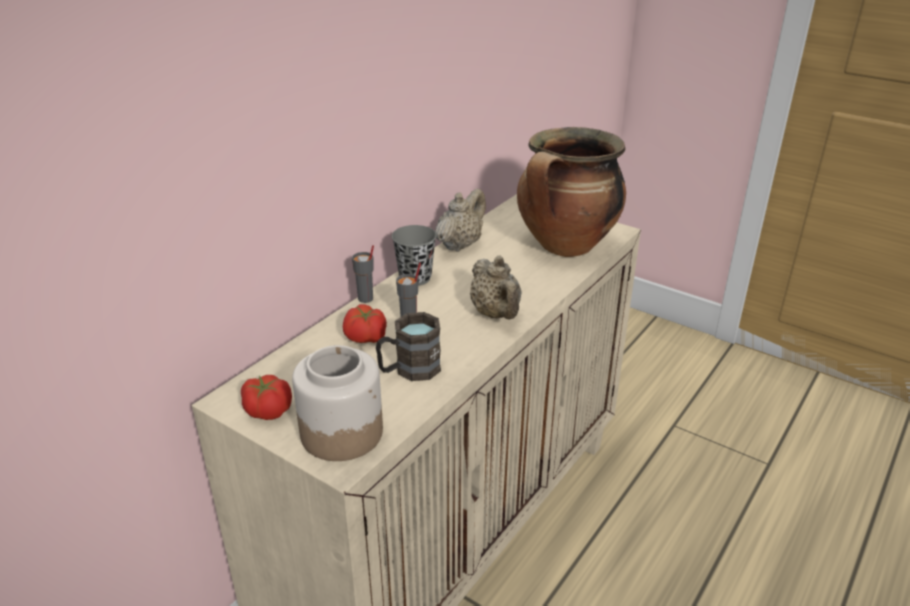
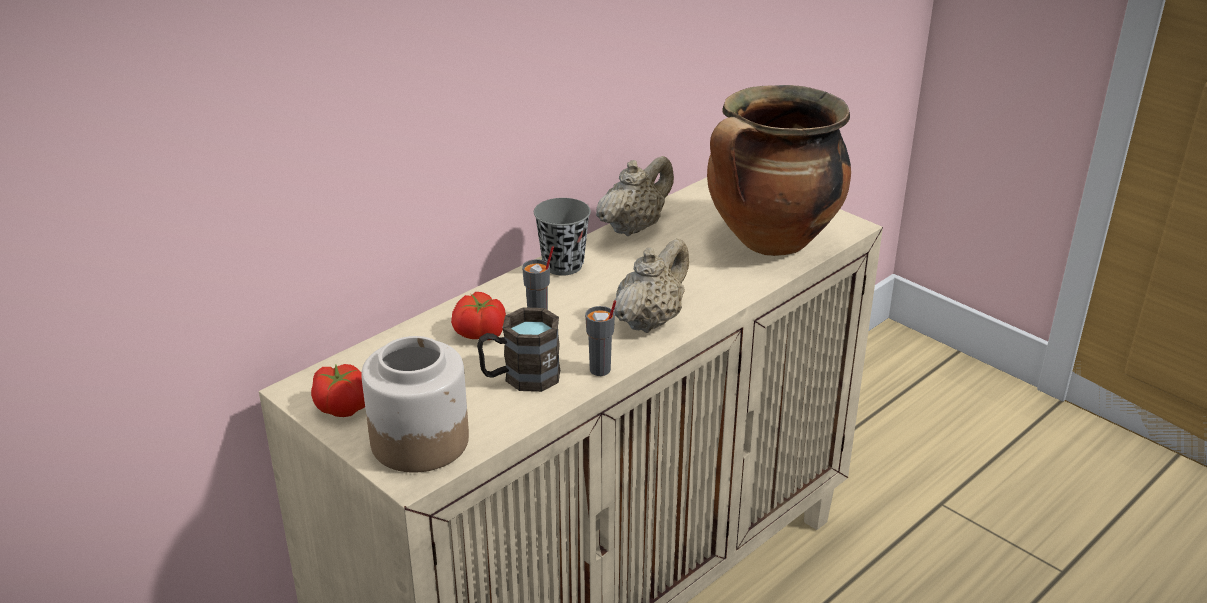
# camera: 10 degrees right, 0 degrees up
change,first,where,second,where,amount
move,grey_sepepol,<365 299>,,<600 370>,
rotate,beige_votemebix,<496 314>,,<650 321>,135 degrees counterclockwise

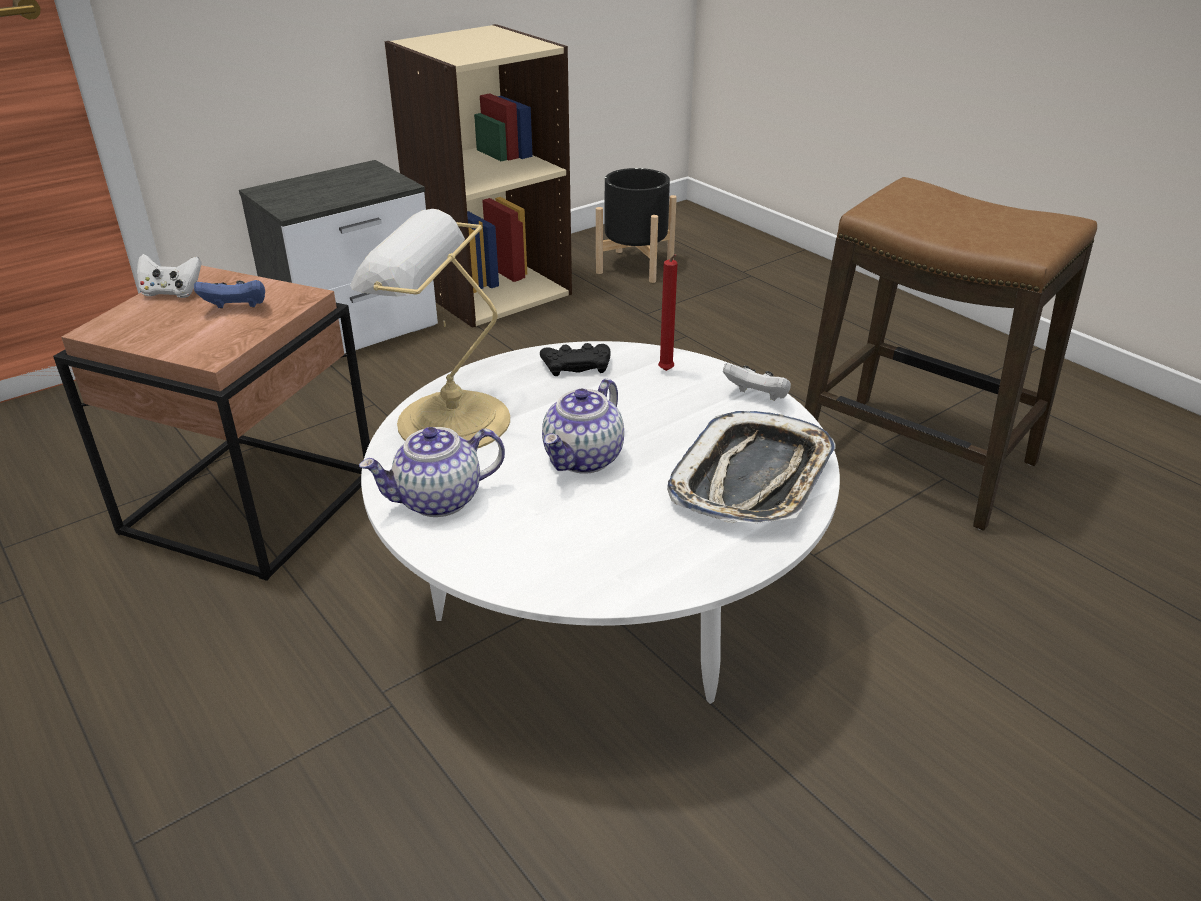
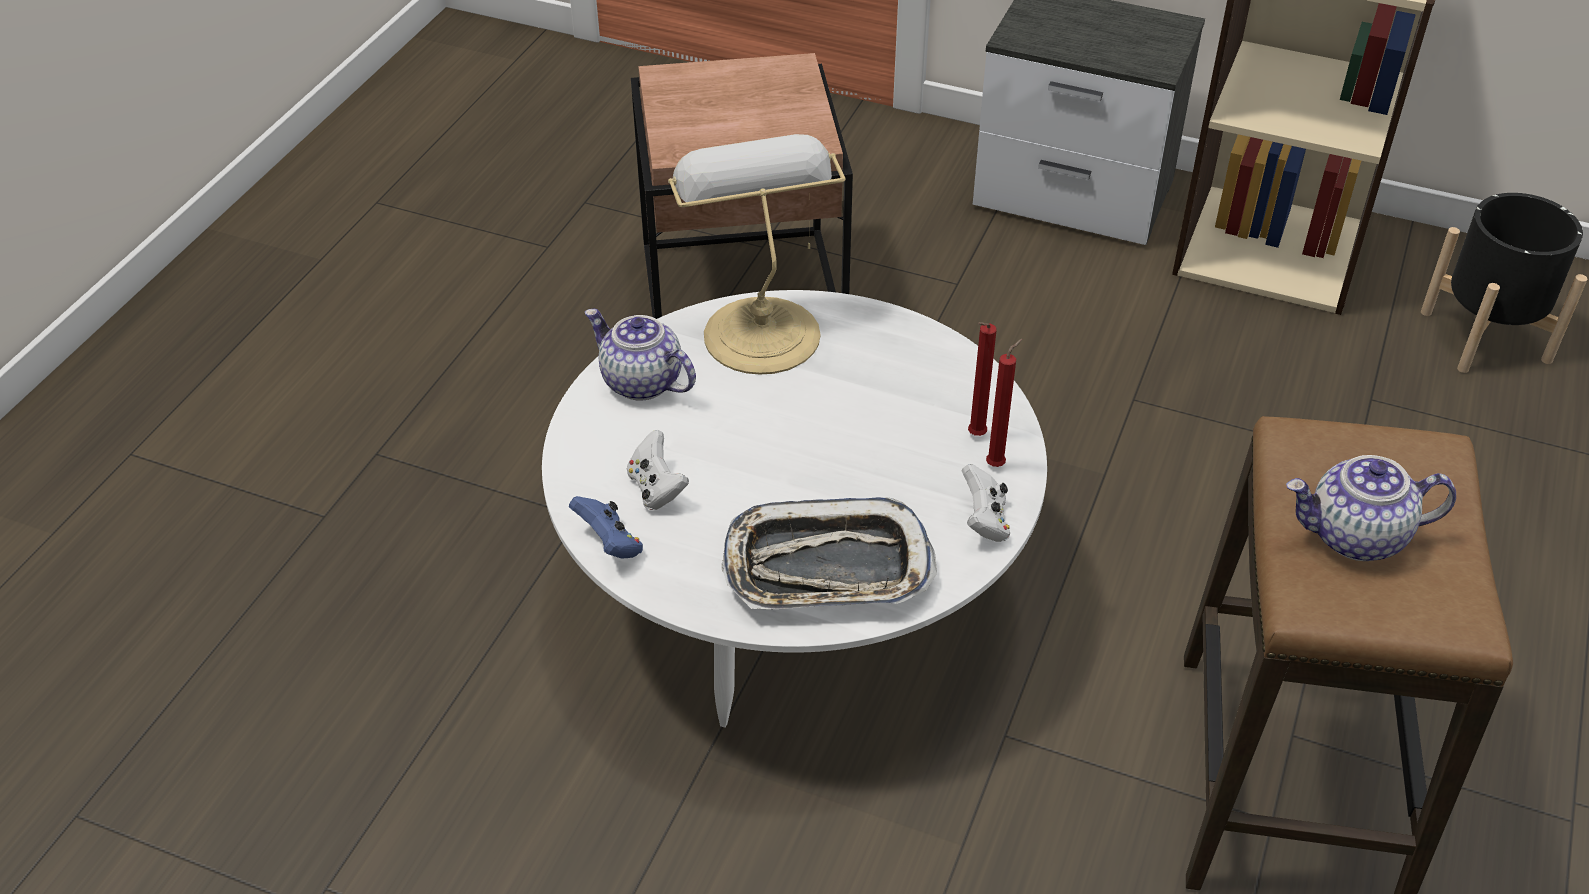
# camera: 60 degrees right, 10 degrees up
change,first,where,second,where,amount
move,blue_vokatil,<237 308>,,<610 544>,
move,white_vokatil,<172 293>,,<656 489>,
insert,,,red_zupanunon,<997 464>,
move,votemebix,<584 459>,,<1355 537>,
delete,black_vokatil,<576 364>,,,

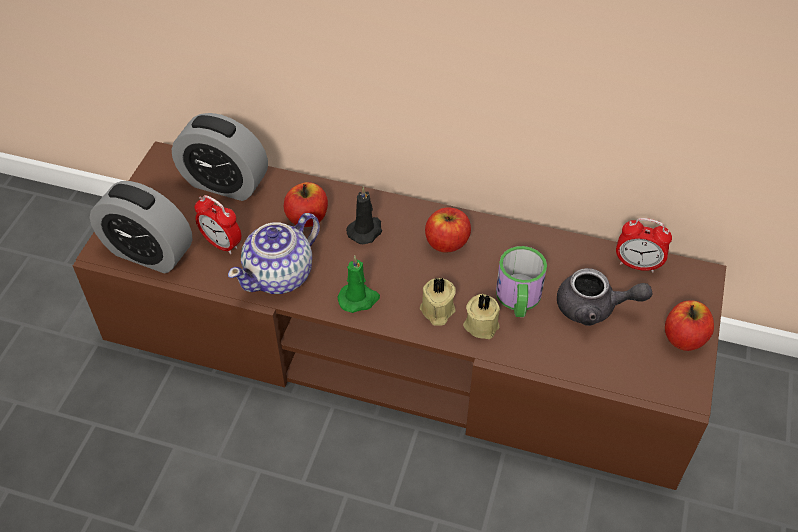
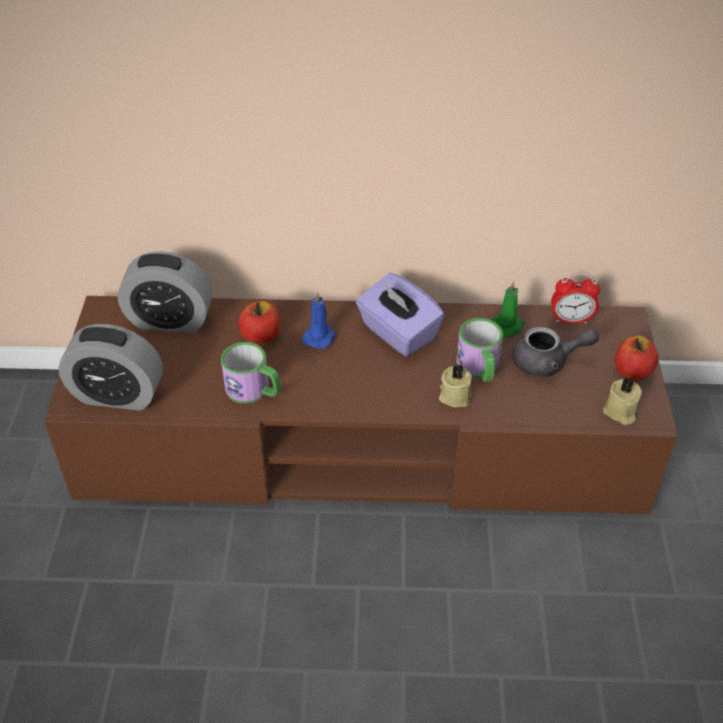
# camera: 15 degrees left, 5 degrees down
change,first,where,second,where,amount
replace,votemebix,<280 275>,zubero,<254 390>,
recolor,black_zupanunon,<366 230>,blue_zupanunon,<320 337>,
replace,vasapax,<446 242>,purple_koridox,<398 333>,
move,green_zupanunon,<359 299>,,<508 327>,
move,beige_zupanunon,<437 311>,,<620 412>,
delete,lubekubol,<222 244>,,,

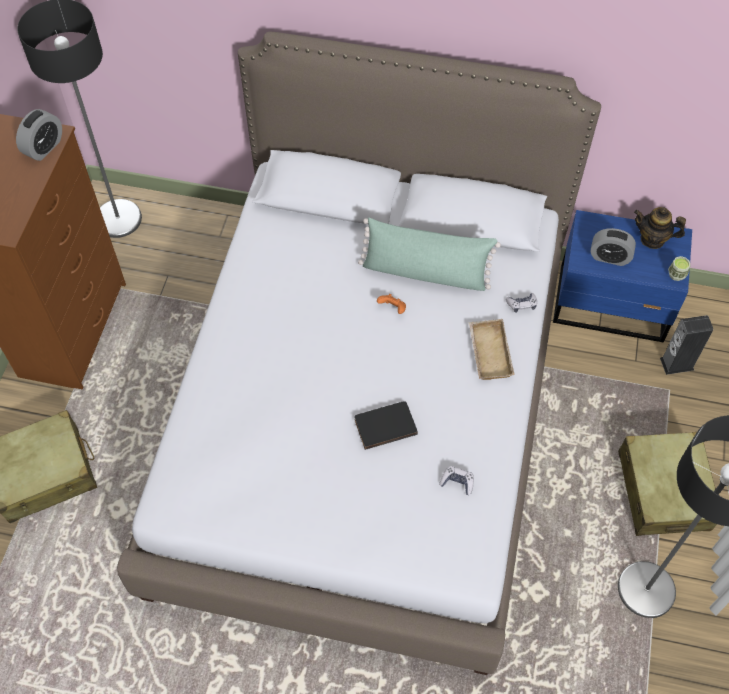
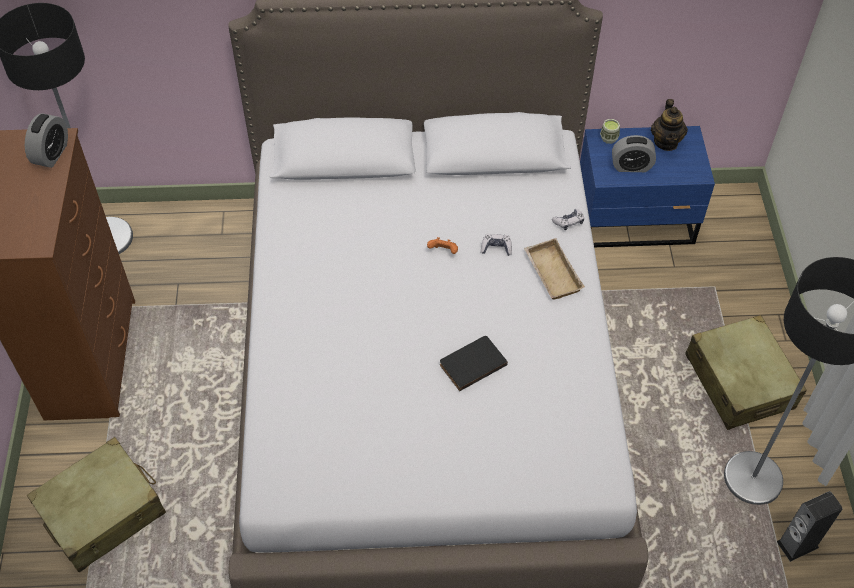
# camera: 15 degrees left, 5 degrees down
change,first,where,second,where,amount
move,vokatil,<457 482>,,<496 248>,
move,sepepol,<676 274>,,<608 138>,
rotate,votemebix,<652 239>,,<666 142>,90 degrees counterclockwise
move,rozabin,<677 364>,,<797 544>,
delete,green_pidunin,<425 272>,,,

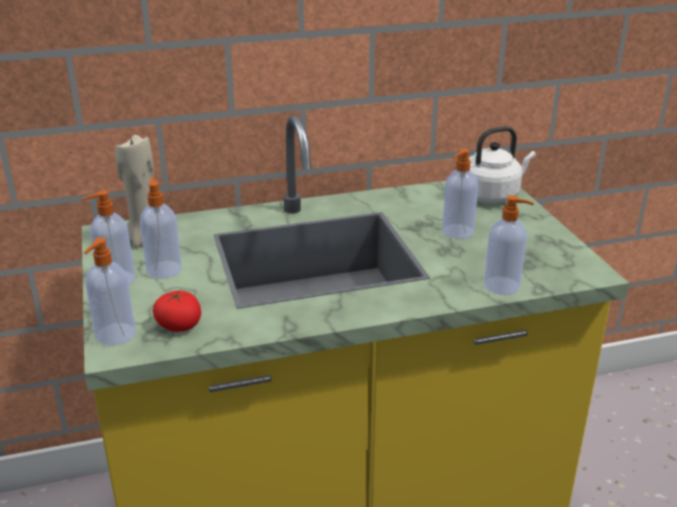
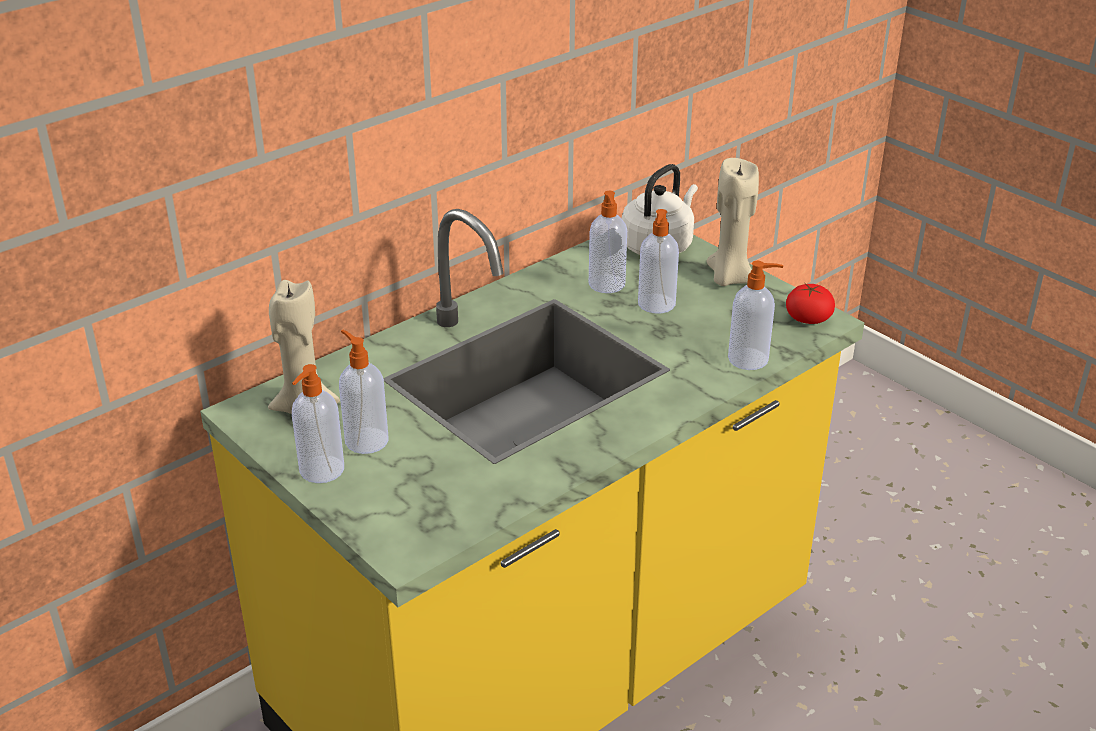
# camera: 25 degrees left, 5 degrees up
change,first,where,second,where,amount
move,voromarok,<114 335>,,<607 285>,
insert,,,beige_zupanunon,<729 278>,
move,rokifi,<179 325>,,<808 318>,

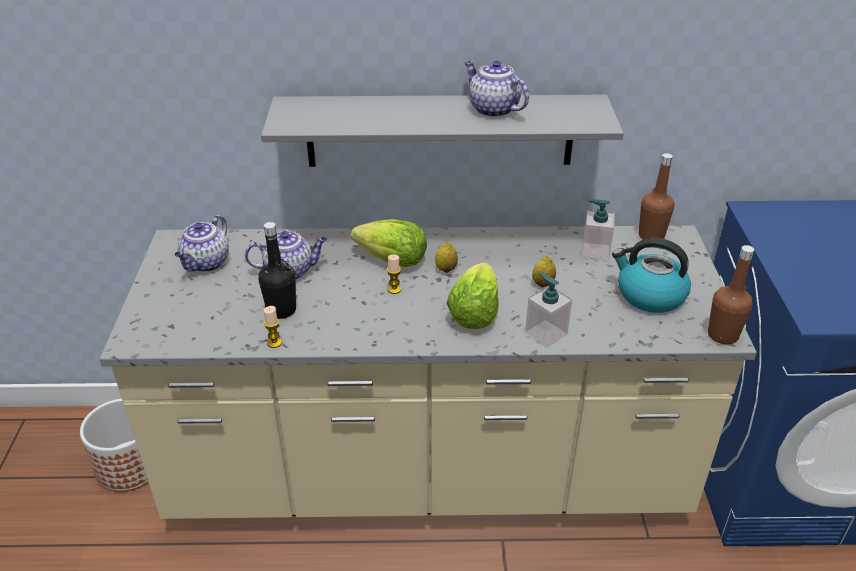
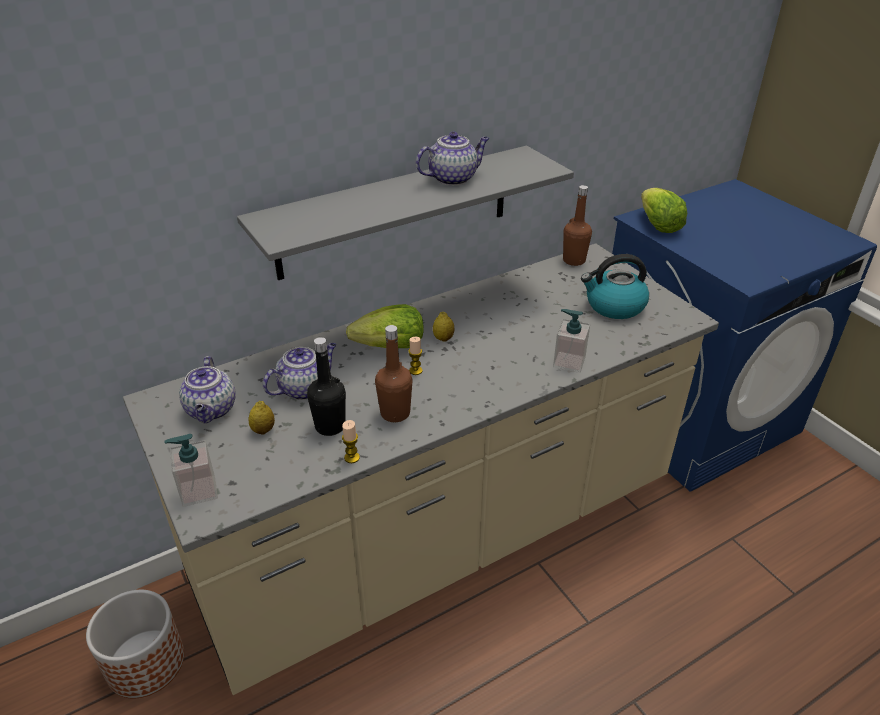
# camera: 30 degrees left, 0 degrees up
change,first,where,second,where,amount
move,voromarok,<595 251>,,<198 491>,
move,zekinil,<543 284>,,<263 430>,
move,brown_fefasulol,<722 335>,,<395 413>,
rotate,votemebix,<492 109>,,<453 178>,135 degrees clockwise
move,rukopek,<474 314>,,<658 226>,

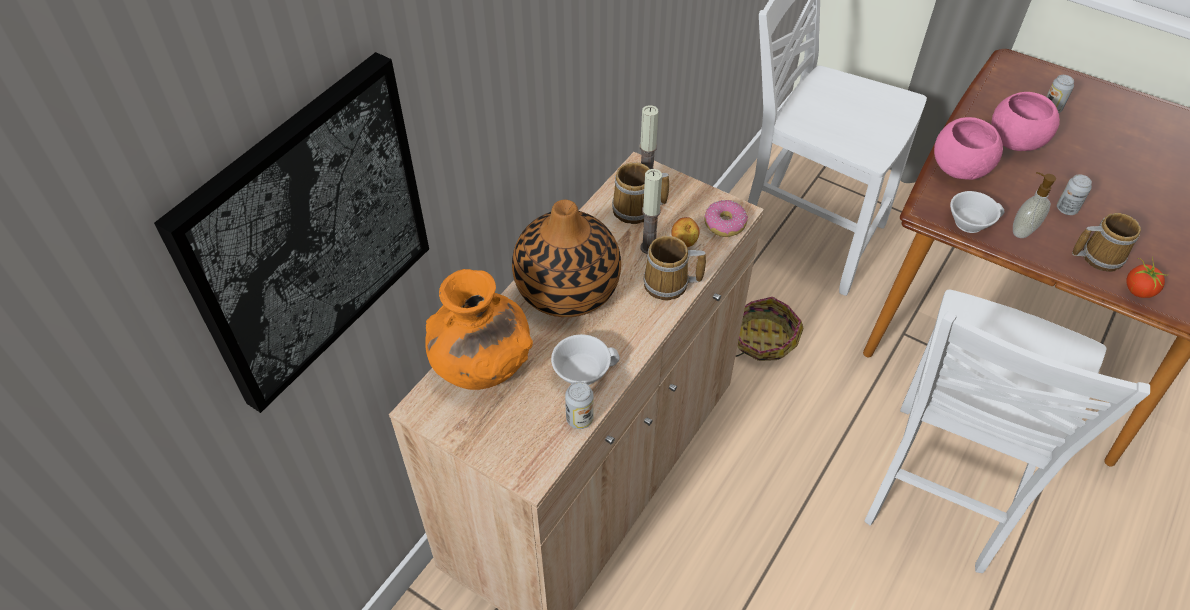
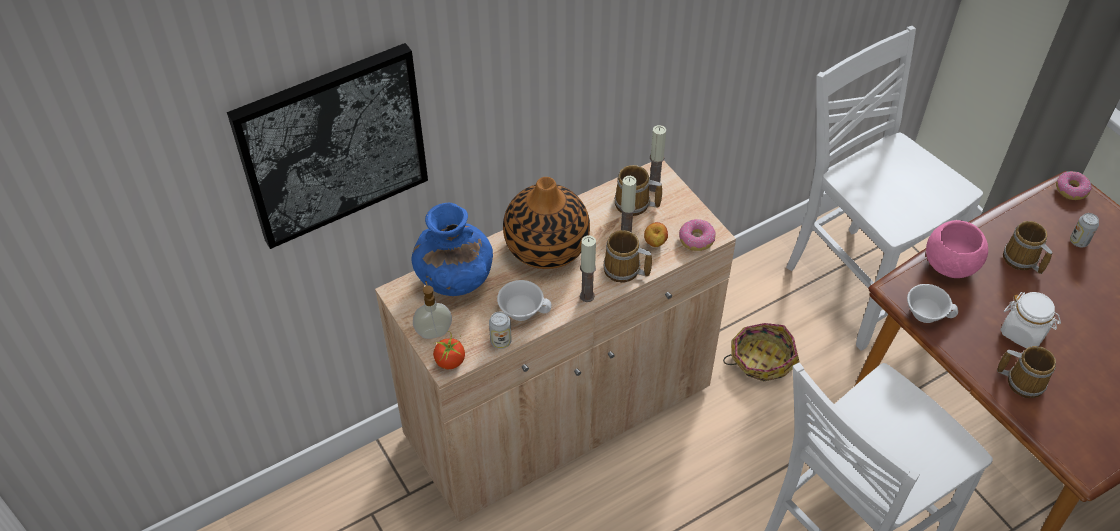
# camera: 25 degrees right, 0 degrees up
change,first,where,second,where,amount
recolor,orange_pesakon,<481 366>,blue_pesakon,<454 279>,
move,voromarok,<1022 230>,,<433 332>,
move,rokifi,<1138 290>,,<450 361>,
insert,,,zupanunon,<587 296>,
replace,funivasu,<1066 209>,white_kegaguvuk,<1024 332>,
replace,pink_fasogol,<1016 142>,zubero,<1021 260>,
insert,,,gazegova,<1071 190>,

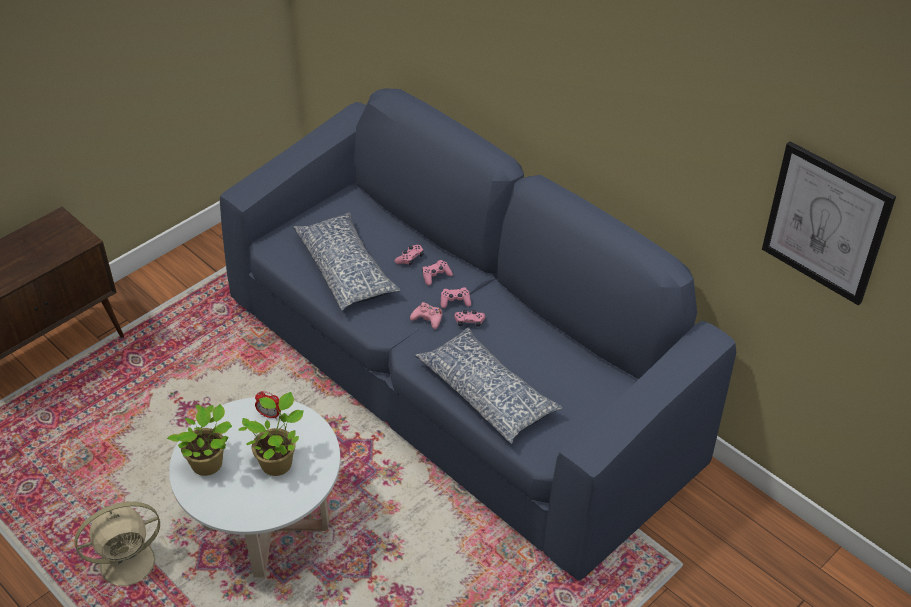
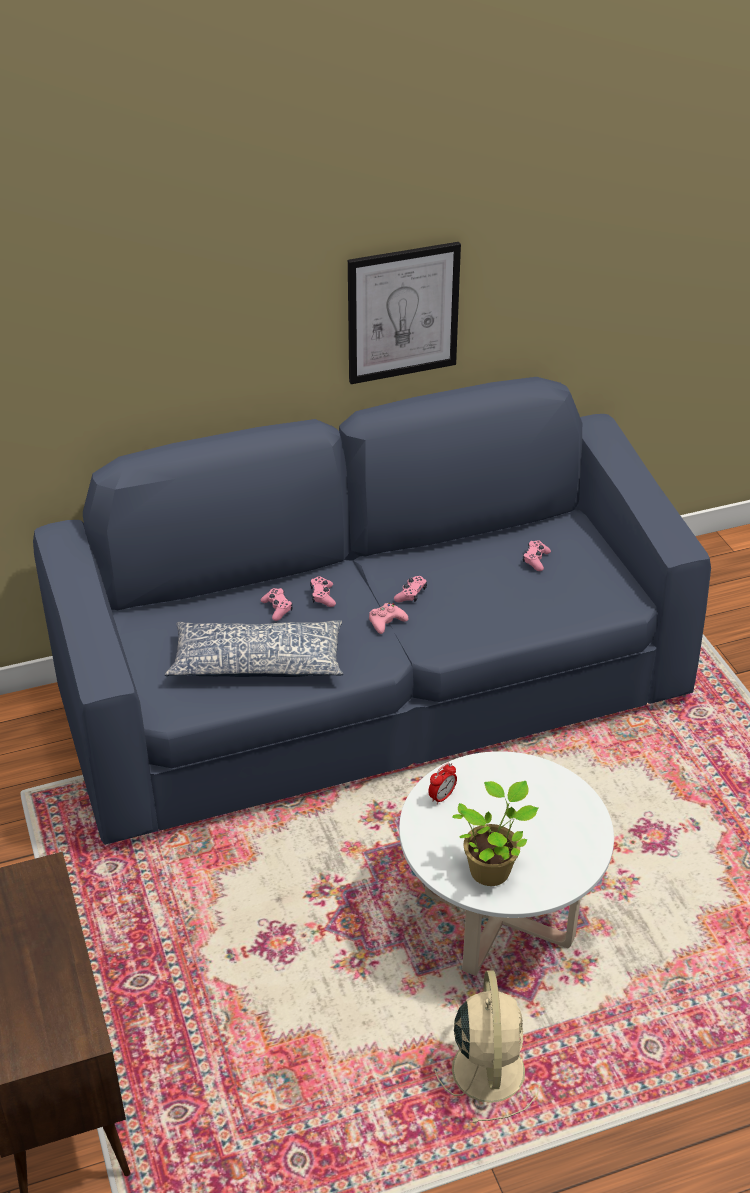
# camera: 65 degrees left, 5 degrees down
change,first,where,second,where,amount
move,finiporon,<826 223>,,<402 312>,
move,pink_vokatil,<455 301>,,<536 560>,
delete,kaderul,<278 462>,,,
delete,pidunin,<487 393>,,,

